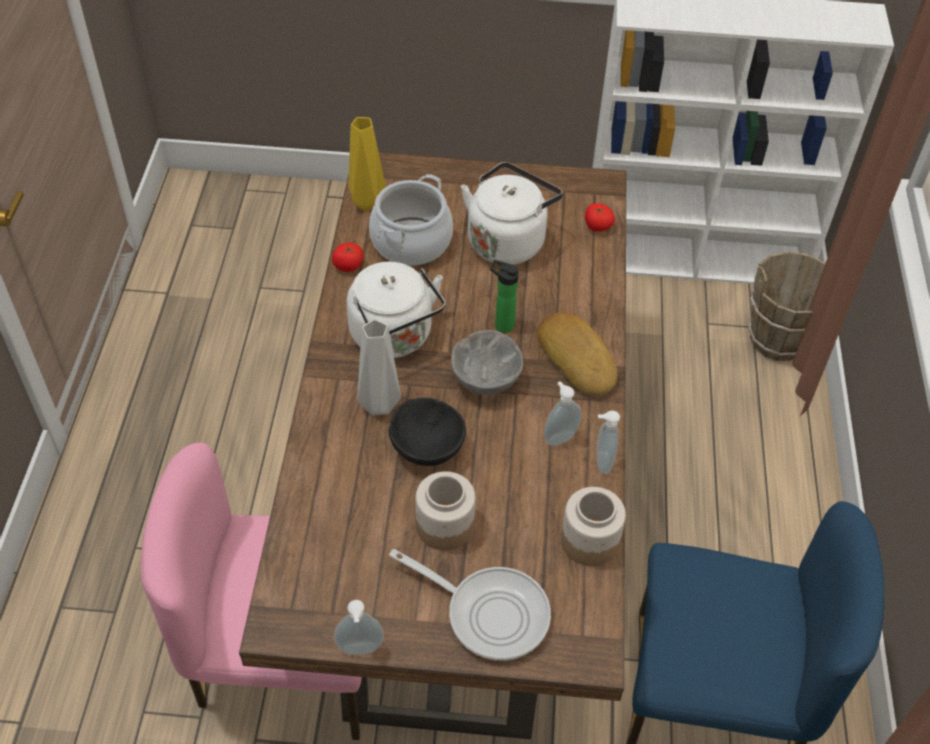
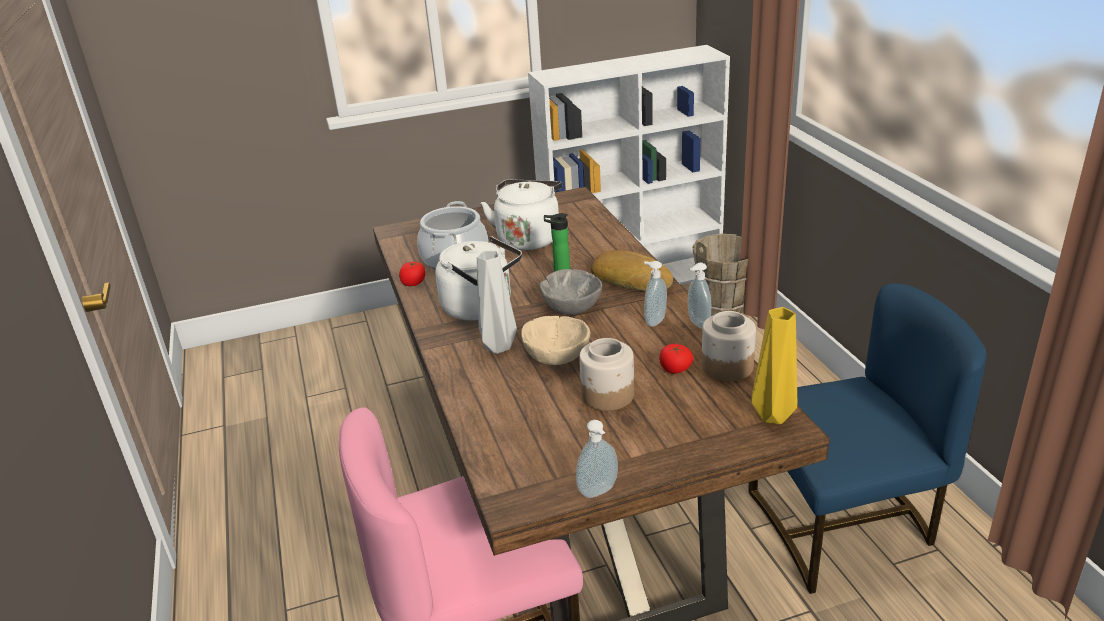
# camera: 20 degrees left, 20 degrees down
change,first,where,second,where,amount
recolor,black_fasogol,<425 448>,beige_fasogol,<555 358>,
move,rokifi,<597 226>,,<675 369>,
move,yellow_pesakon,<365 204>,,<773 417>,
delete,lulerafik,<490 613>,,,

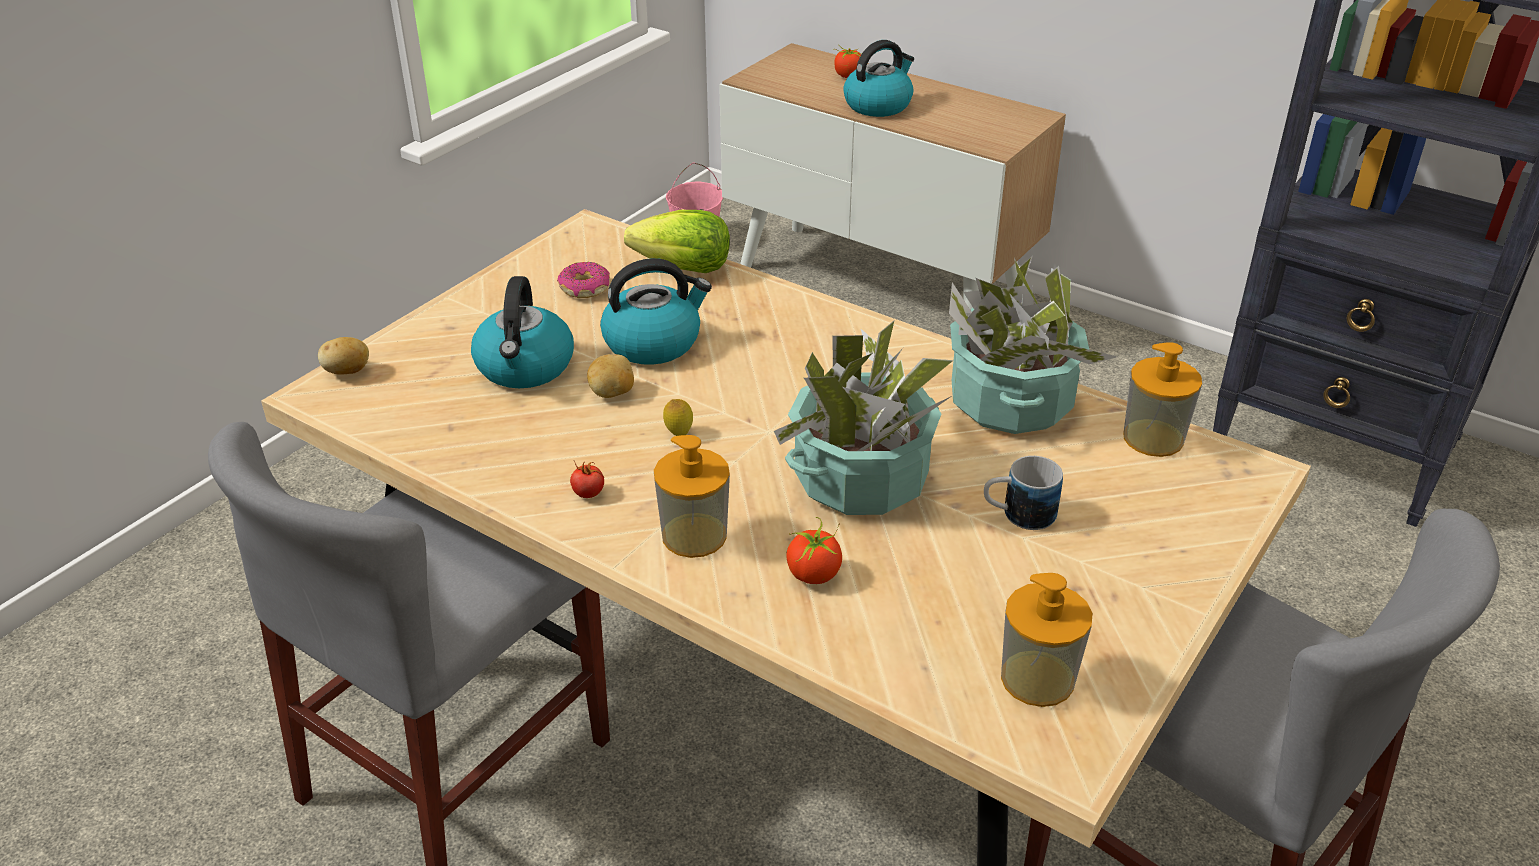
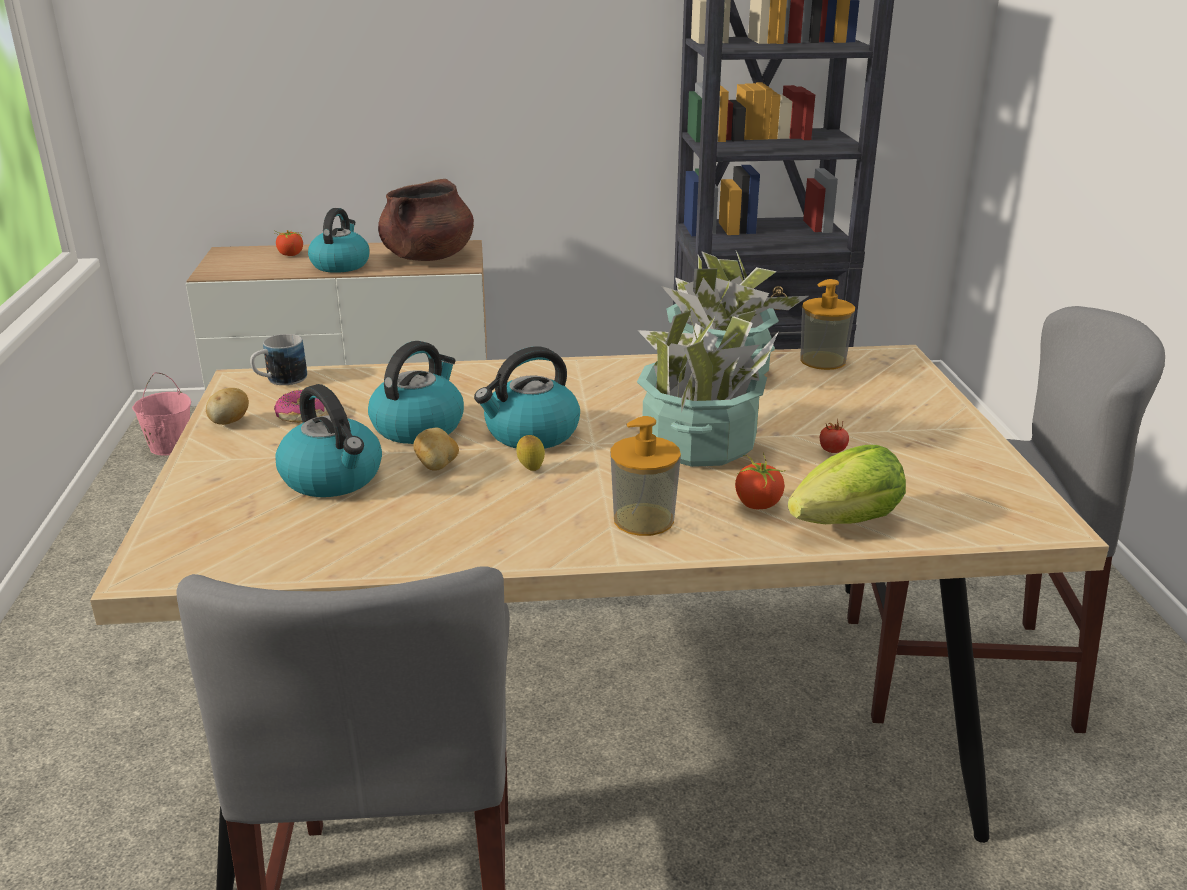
# camera: 40 degrees left, 10 degrees down
change,first,where,second,where,amount
move,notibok,<347 372>,,<229 422>,
move,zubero,<1018 515>,,<280 381>,
insert,,,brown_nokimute,<428 257>,
insert,,,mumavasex,<531 434>,
move,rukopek,<684 269>,,<847 522>,
move,rokifi,<588 493>,,<832 450>,
delete,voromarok,<1037 678>,,,

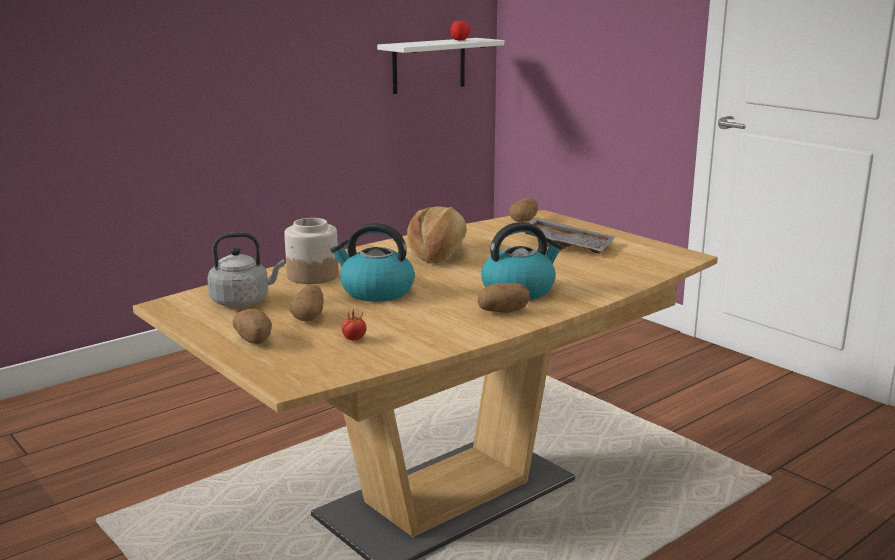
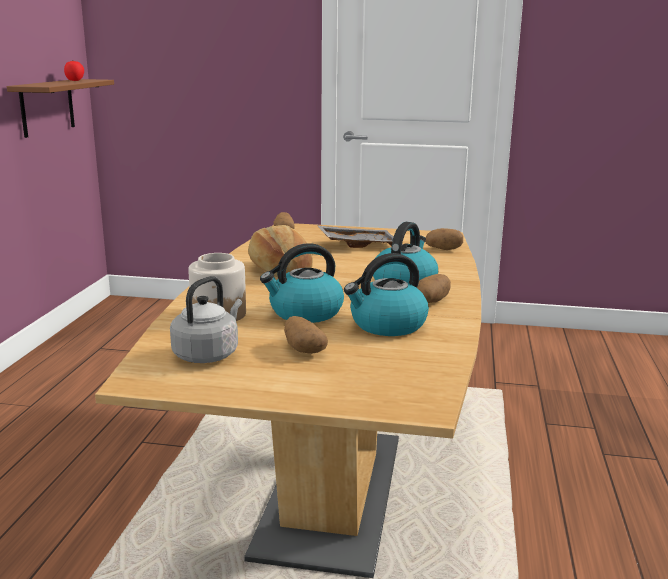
# camera: 40 degrees left, 0 degrees up
change,first,where,second,where,amount
recolor,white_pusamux,<429 65>,brown_pusamux,<47 107>,
insert,,,mumavasex,<387 325>,
move,notibok,<255 340>,,<444 249>,
delete,rokifi,<354 339>,,,

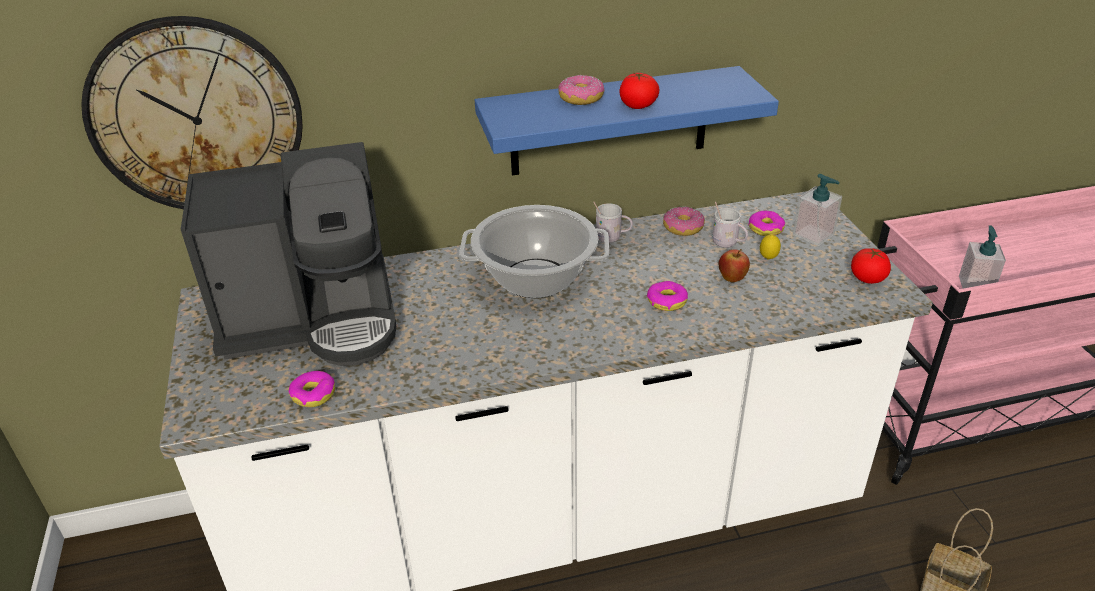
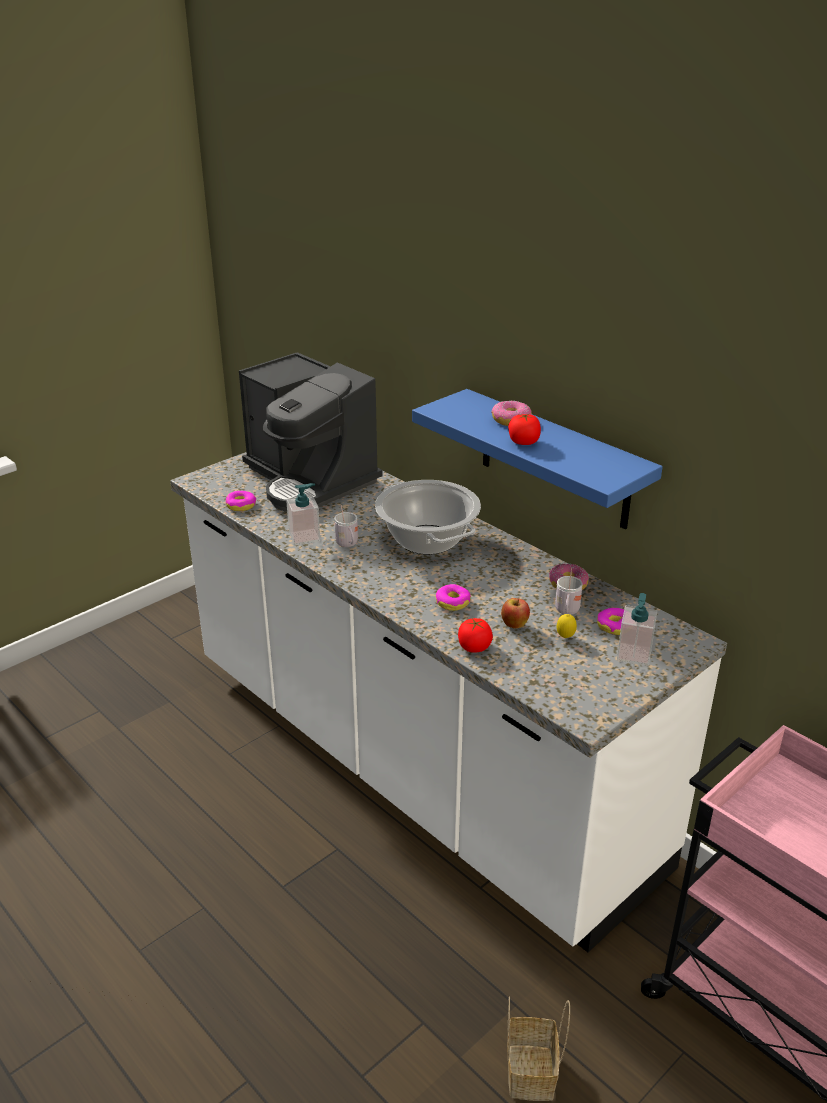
# camera: 60 degrees right, 5 degrees down
change,first,where,second,where,amount
move,voromarok,<975 285>,,<304 537>,
move,white_zubero,<612 238>,,<348 545>,
move,rokifi,<867 278>,,<474 647>,
delete,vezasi,<196 117>,,,

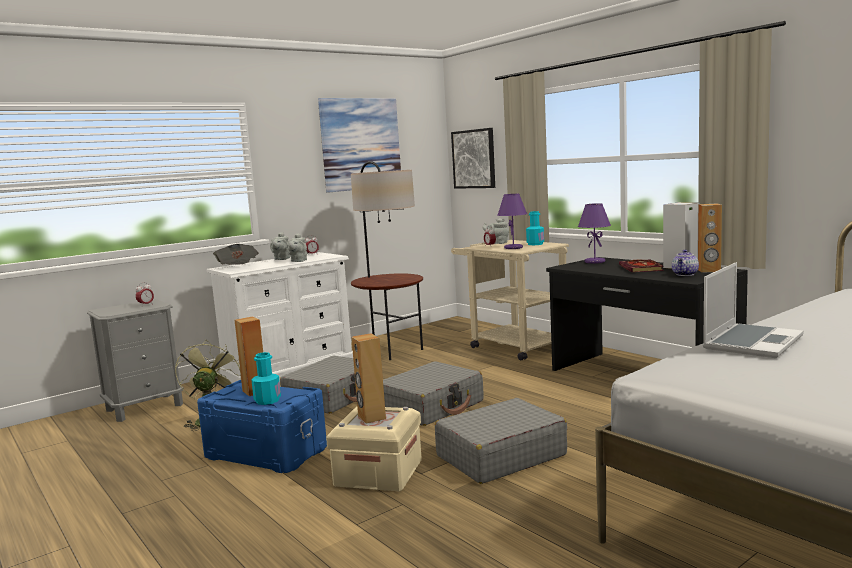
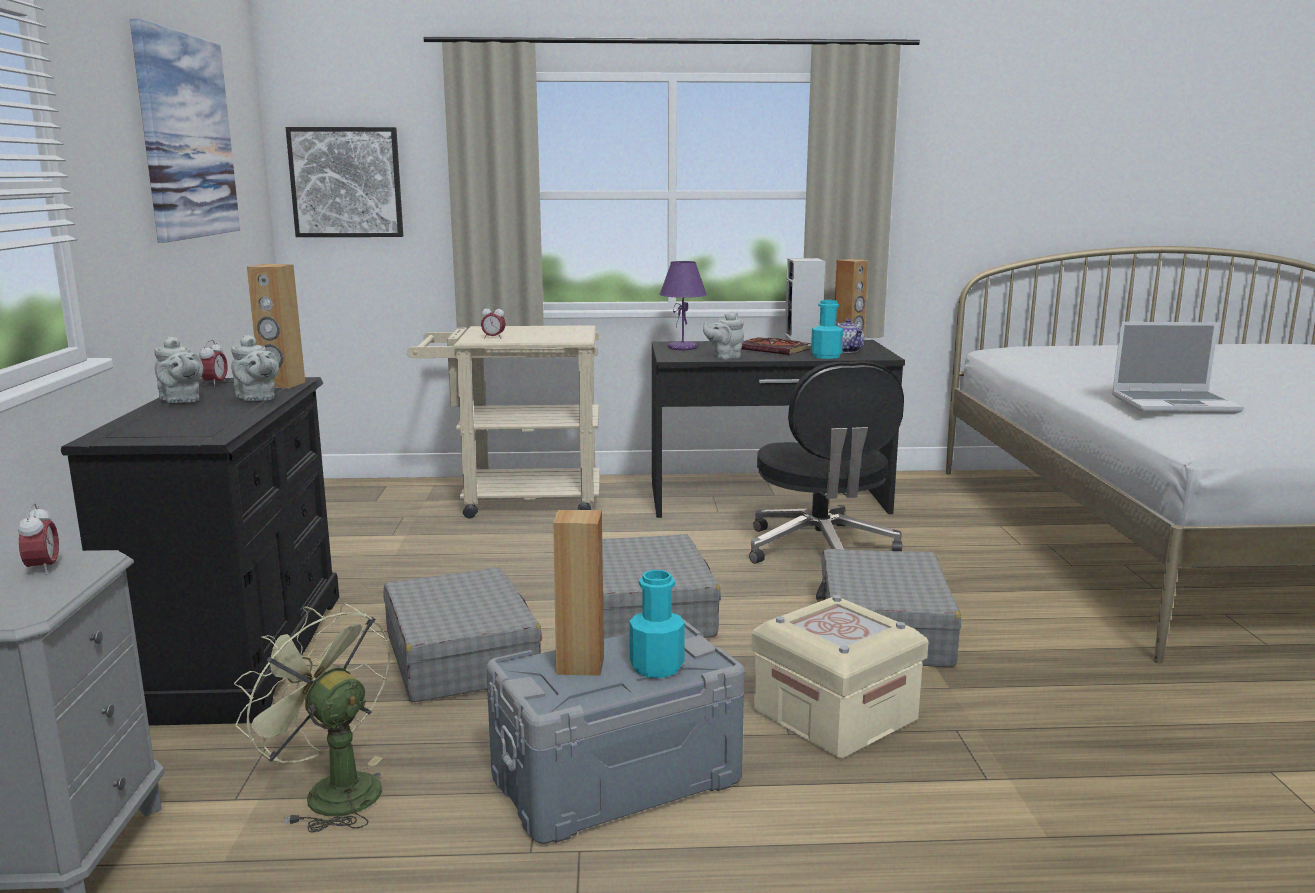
# camera: 55 degrees left, 5 degrees up
change,first,where,second,where,amount
recolor,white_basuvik,<290 372>,black_basuvik,<239 653>,
move,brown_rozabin,<371 417>,,<282 384>,
recolor,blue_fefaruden,<266 452>,grey_fefaruden,<615 778>,
move,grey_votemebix,<497 243>,,<724 357>,
insert,,,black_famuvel,<820 550>,
move,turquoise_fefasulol,<535 244>,,<826 356>,
rotate,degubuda,<751 342>,,<1175 404>,105 degrees clockwise
delete,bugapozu,<238 267>,,,
delete,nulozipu,<392 351>,,,
delete,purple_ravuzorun,<514 248>,,,

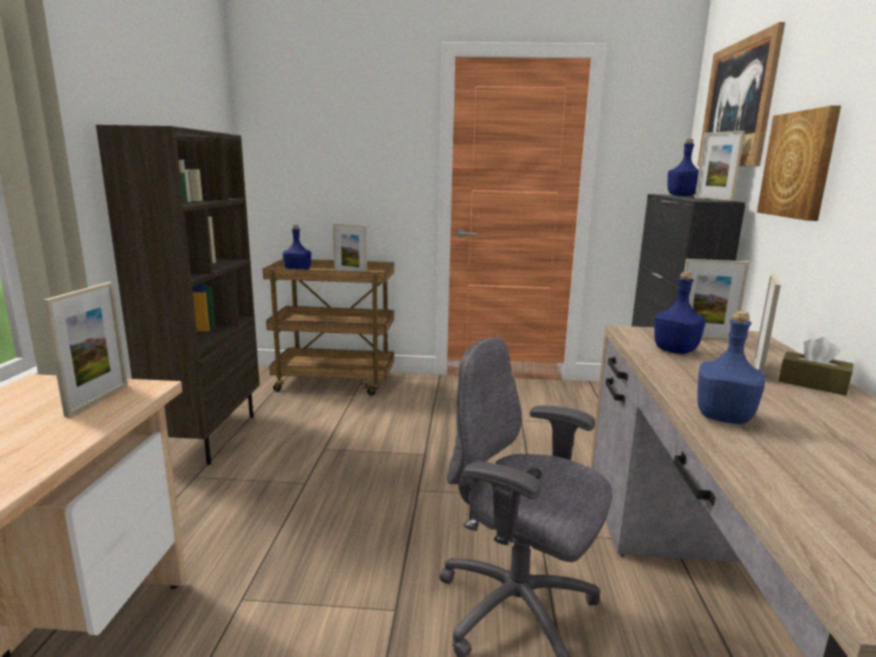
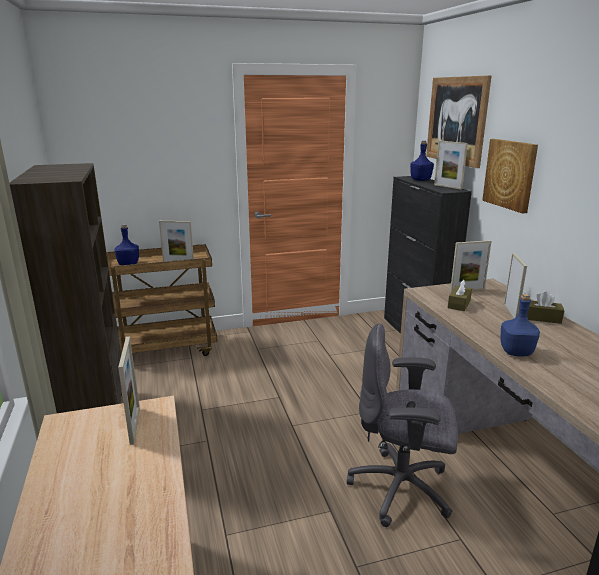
# camera: 20 degrees left, 5 degrees up
change,first,where,second,where,amount
replace,blue_fefasulol,<675 350>,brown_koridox,<459 304>,

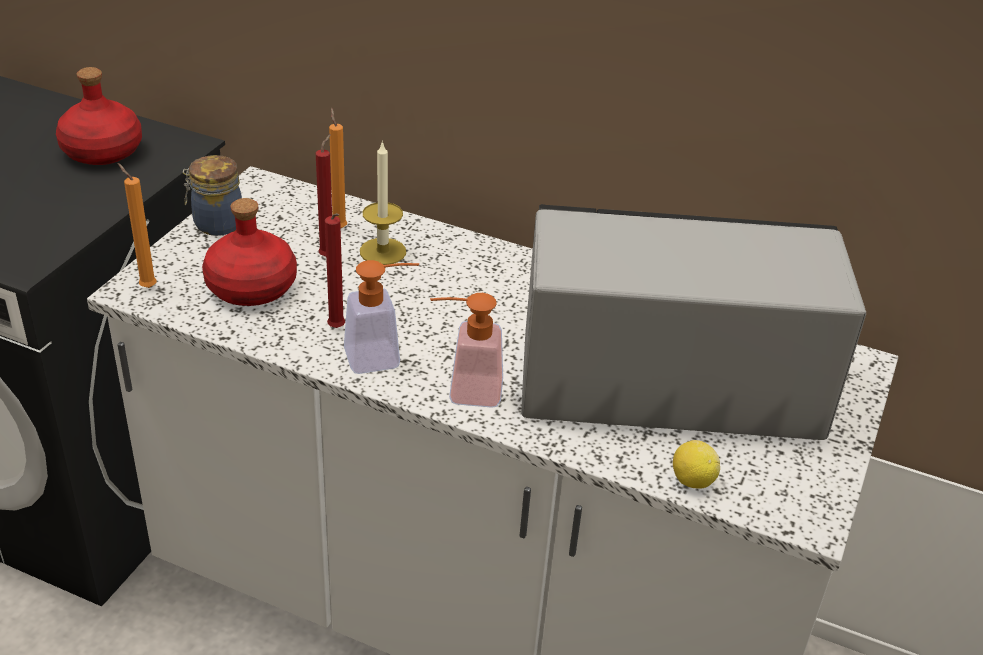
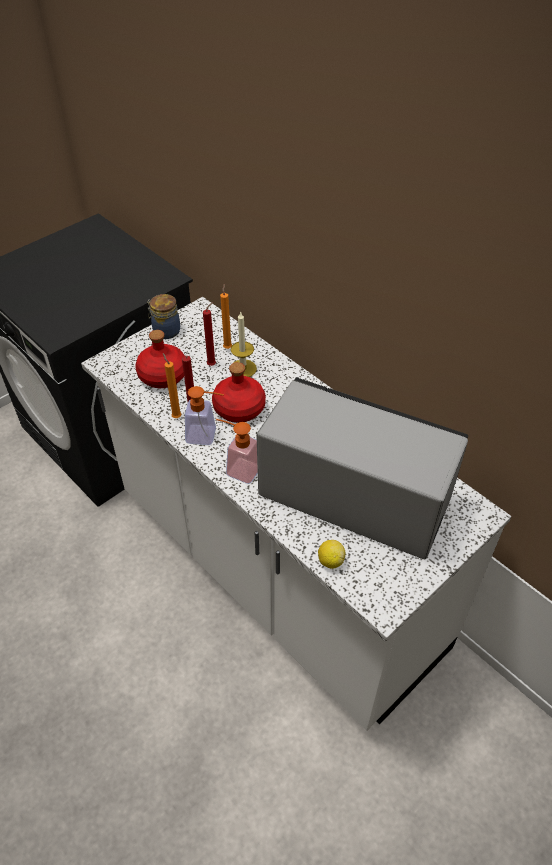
# camera: 25 degrees right, 10 degrees up
change,first,where,second,where,amount
move,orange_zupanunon,<146 286>,,<176 416>,
move,red_fefasulol,<103 152>,,<239 409>,

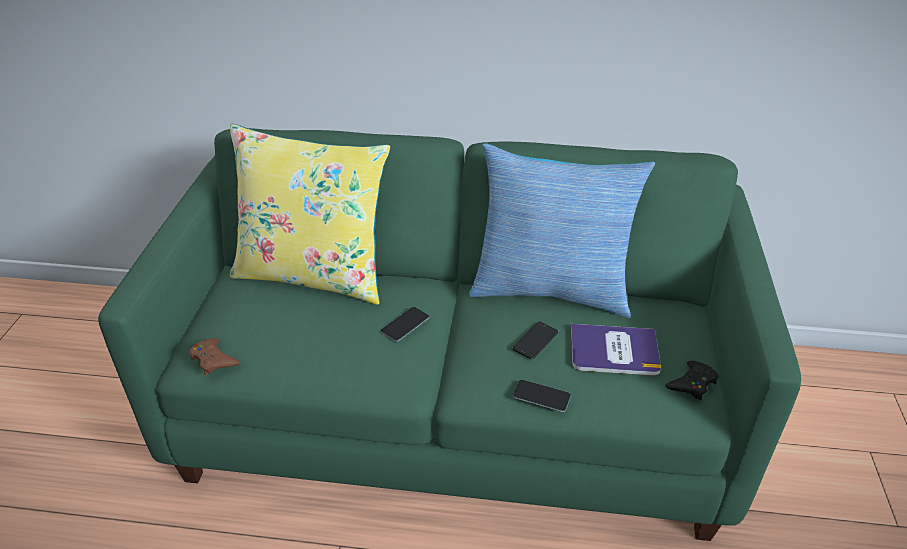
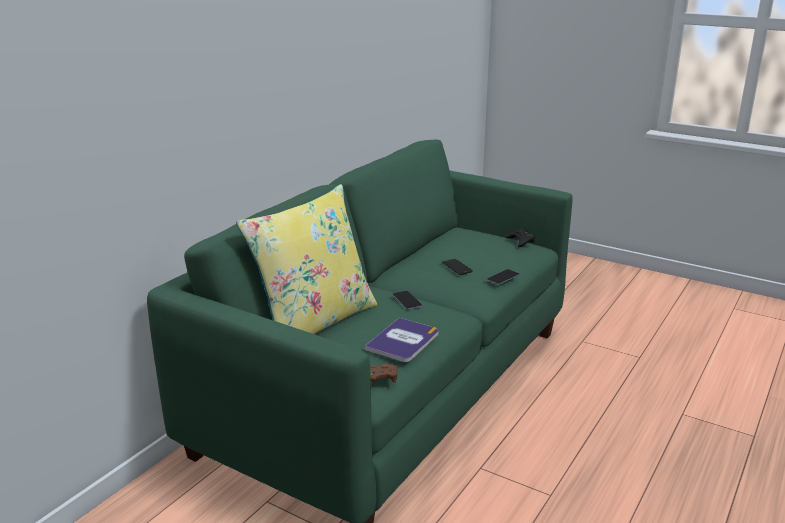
# camera: 65 degrees left, 15 degrees down
change,first,where,second,where,amount
move,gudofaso,<614 351>,,<403 341>,
delete,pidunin,<550 289>,,,

